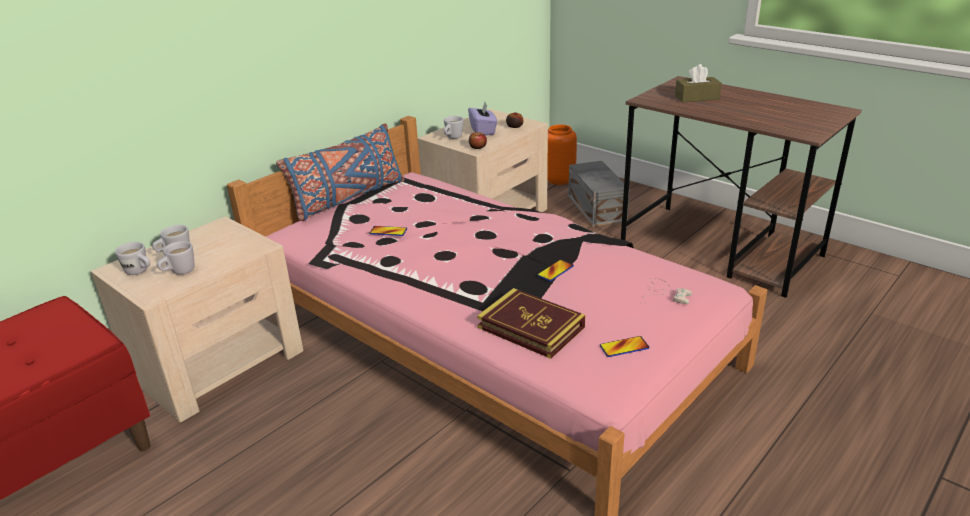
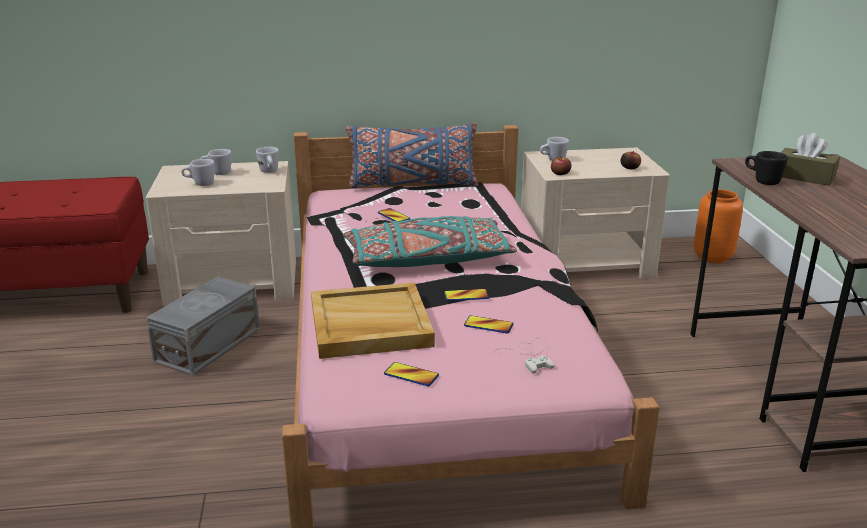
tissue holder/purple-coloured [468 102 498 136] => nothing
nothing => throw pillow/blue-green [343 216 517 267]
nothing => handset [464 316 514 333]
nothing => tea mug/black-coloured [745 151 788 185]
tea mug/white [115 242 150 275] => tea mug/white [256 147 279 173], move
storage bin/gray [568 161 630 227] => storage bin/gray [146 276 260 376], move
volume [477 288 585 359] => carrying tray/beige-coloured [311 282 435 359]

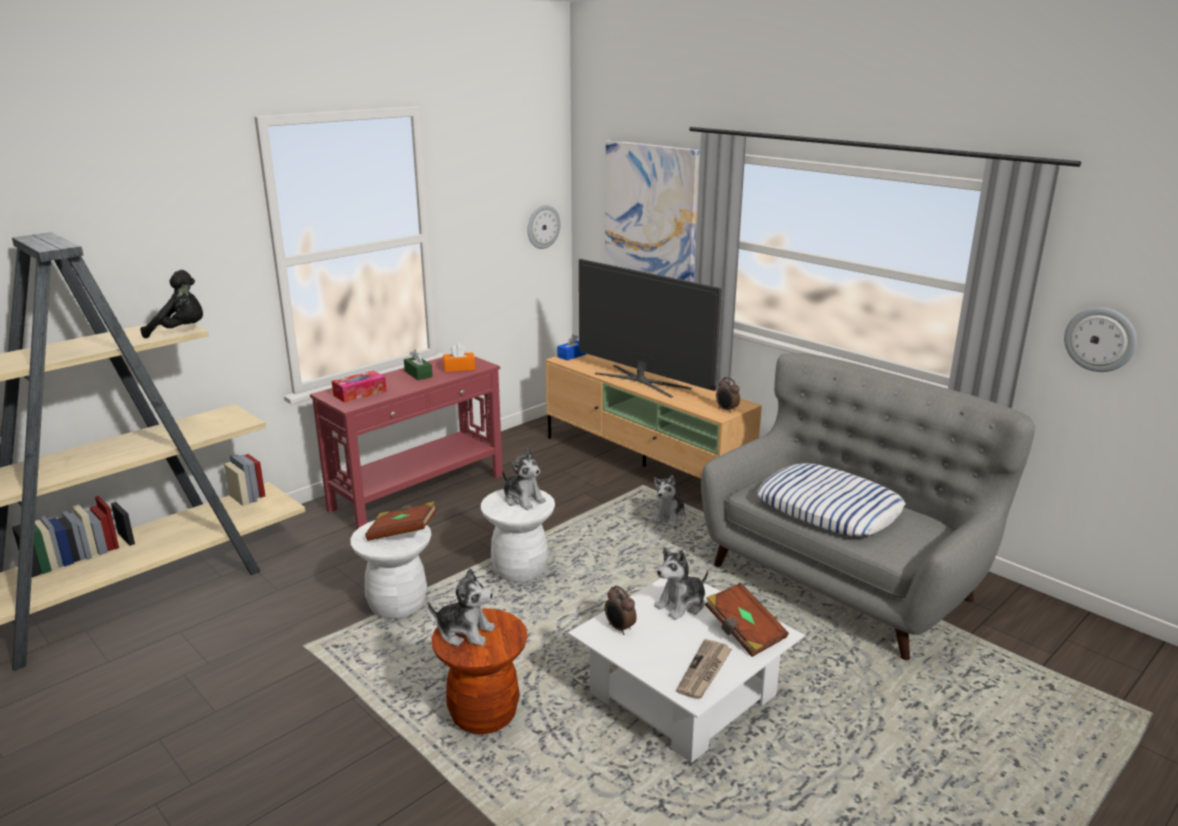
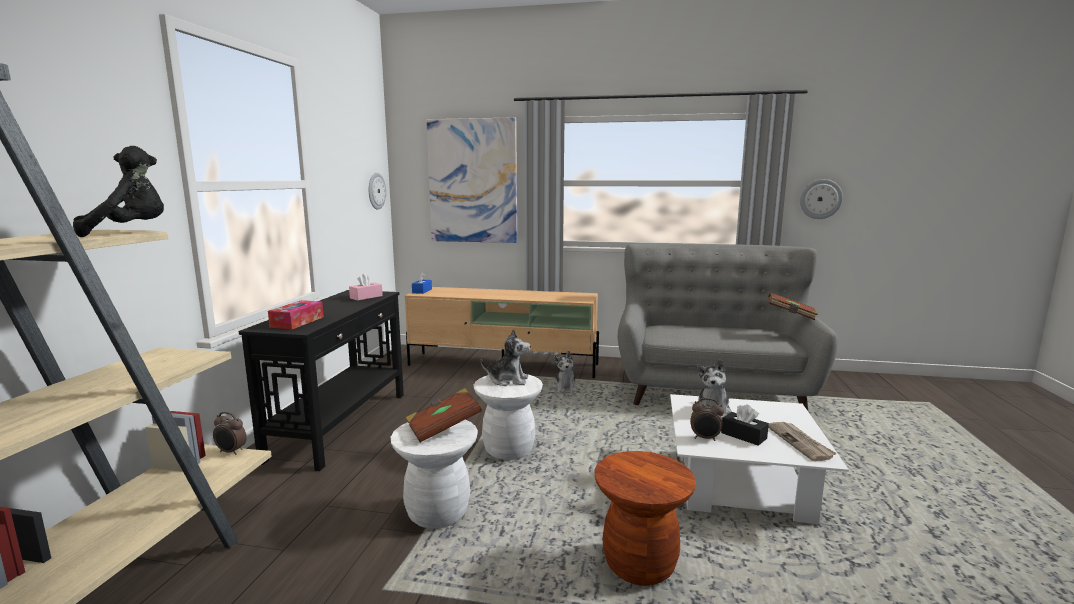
tissue holder/greenish [404 350 433 380] => nothing
soft toy [428 568 495 646] => nothing
TV set [579 259 722 398] => nothing
throw pillow [757 463 905 536] => nothing
nothing => tissue holder/black-coloured [721 404 769 446]
volume/brownish [705 583 789 657] => volume/brownish [768 292 818 320], move
bedside clock [716 377 740 413] => bedside clock [213 412 247 455], move
console table/red-coloured [310 356 503 530] => console table/black-coloured [239 290 404 471]
tissue holder/orangey [443 343 475 372] => tissue holder/pinkish [349 273 383 301]

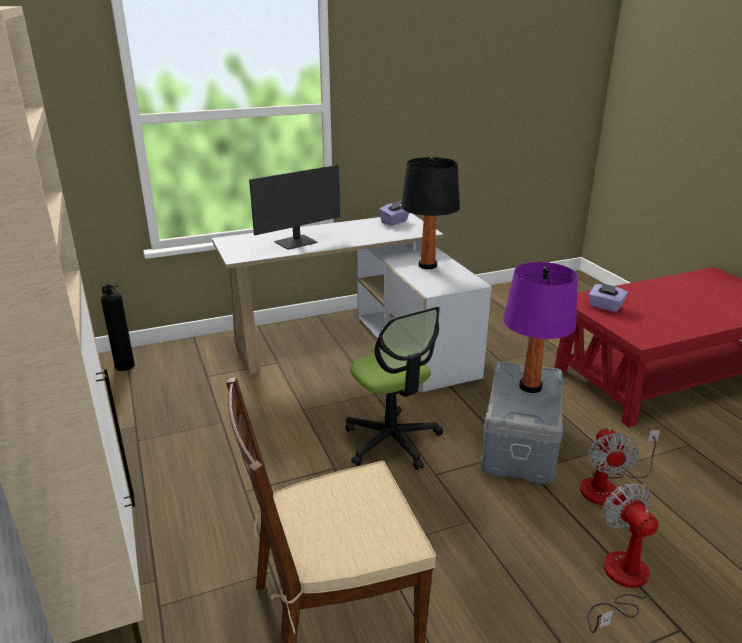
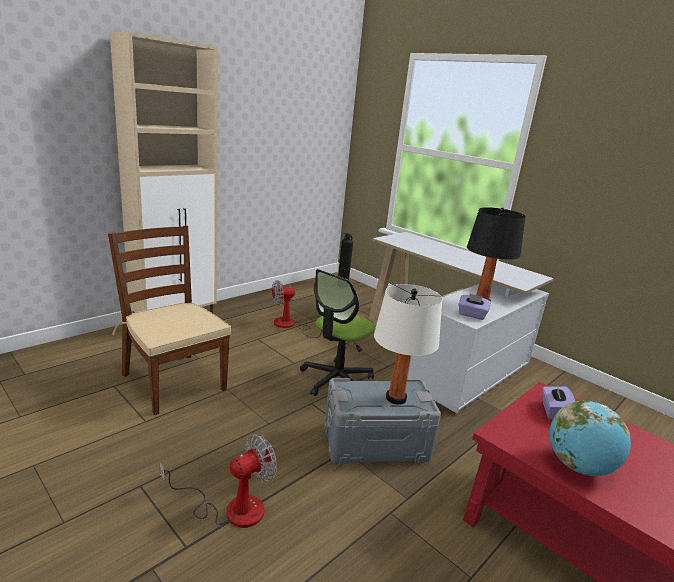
monitor [249 165 340 250] => nothing
nothing => desk globe [550 401 631 476]
tissue holder/purple-coloured [379 200 409 226] => tissue holder/purple-coloured [458 294 491 320], move
cooling fan [580 428 660 505] => cooling fan [272 280 322 338], move
lamp for a table/purple-coloured [503 262 578 393] => lamp for a table/white [374 284 442 405]

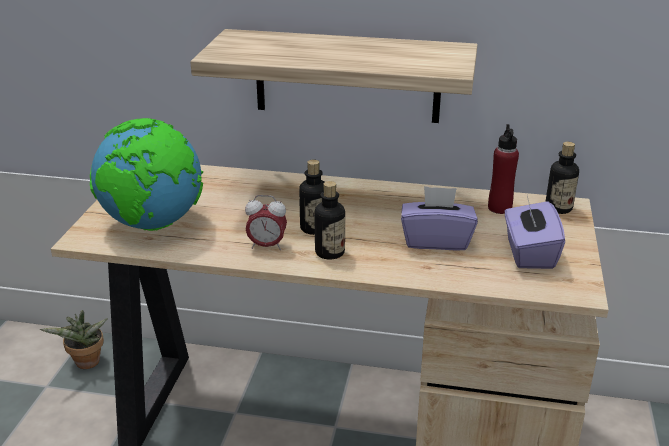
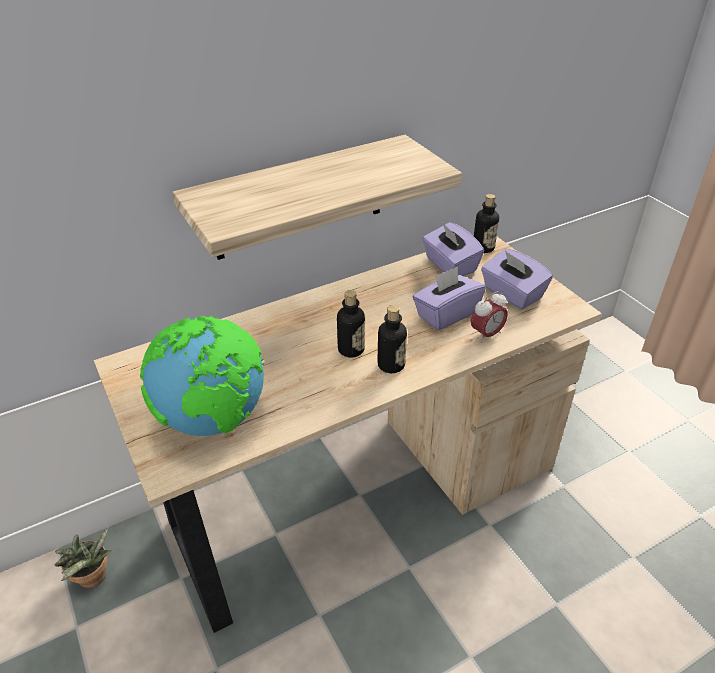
bedside clock [245 195 287 250] => bedside clock [471 291 508 343], move
beverage bottle/red-coloured [488 124 519 214] => tissue holder/purple-coloured [422 222 484 276]

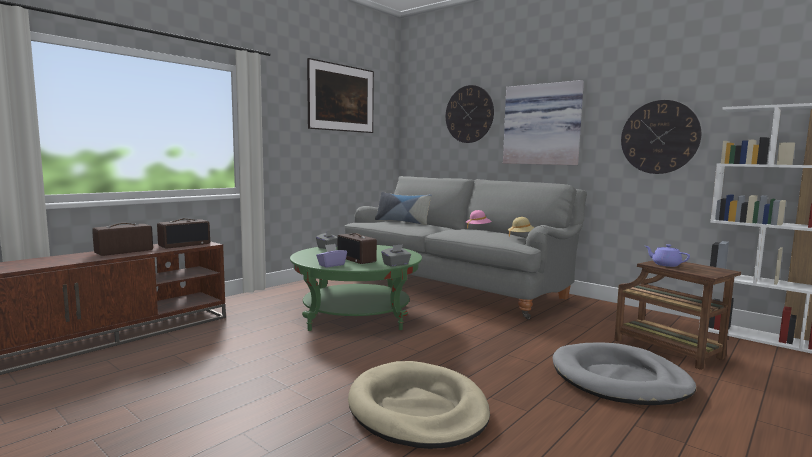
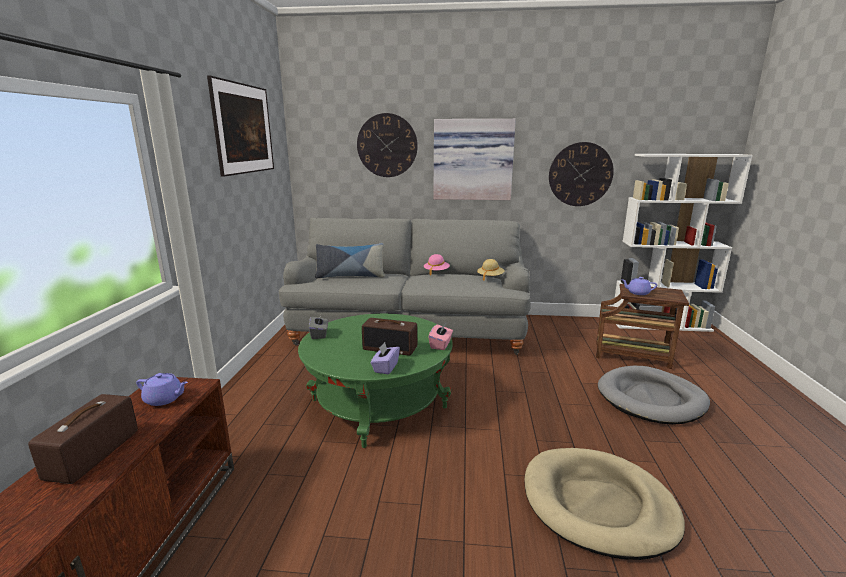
radio set [157 218 210 248] => tea pot/purple-coloured [136 373 188 406]
tissue holder/gray [381 244 411 267] => tissue holder/pinkish [429 323 453 350]

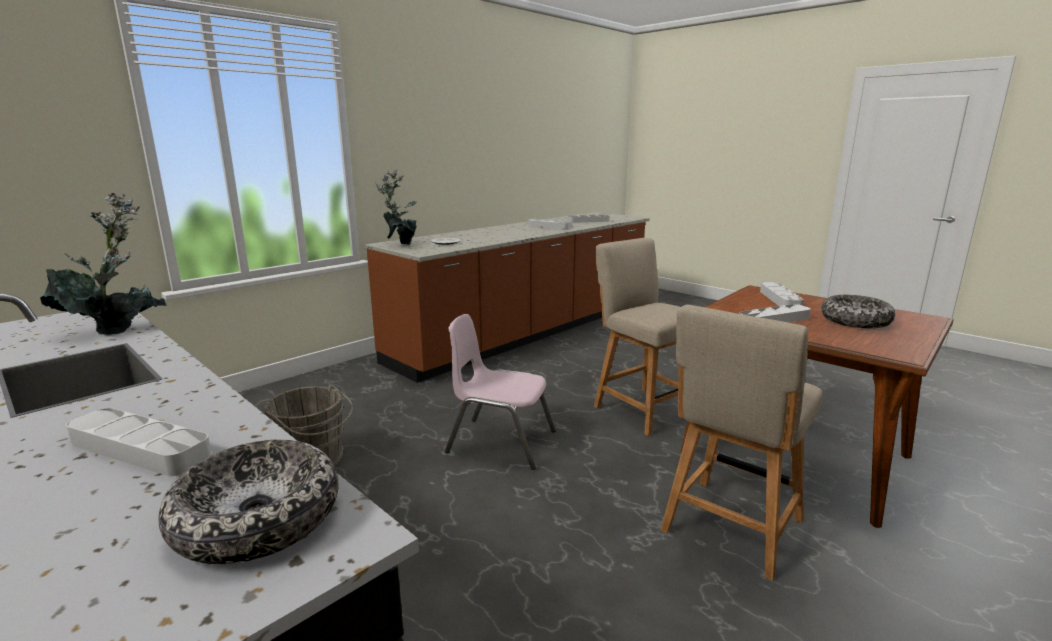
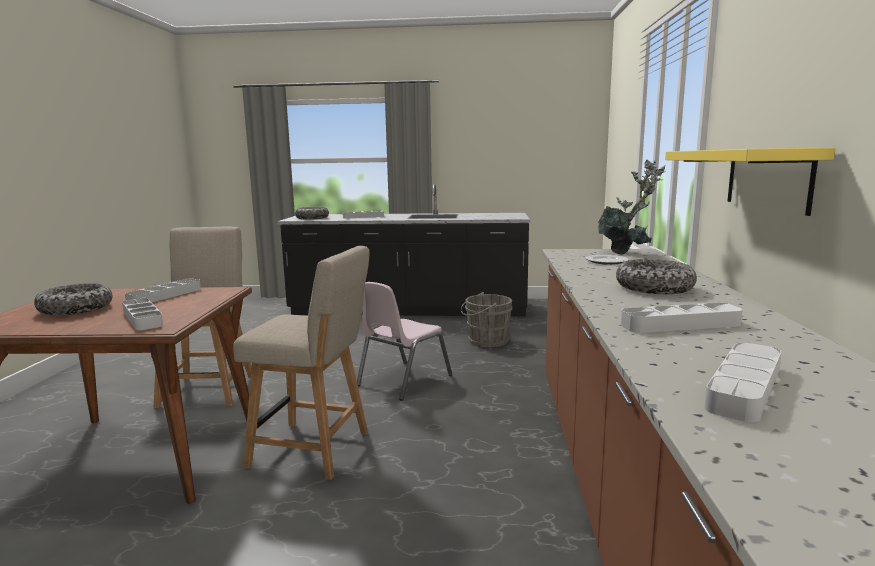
plant in a pot [40 193 167 335] => nothing
nothing => serving bowl [616 259 697 294]
nothing => bracket shelf/yellow-coloured [665 147 835 216]
upright chair/pinkish [445 314 556 470] => upright chair/pinkish [357 282 452 401], 150 degrees clockwise

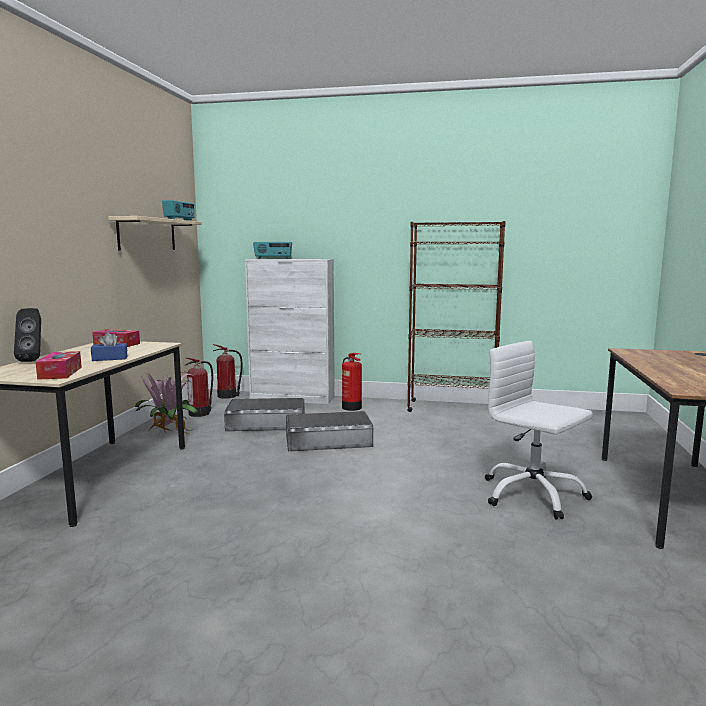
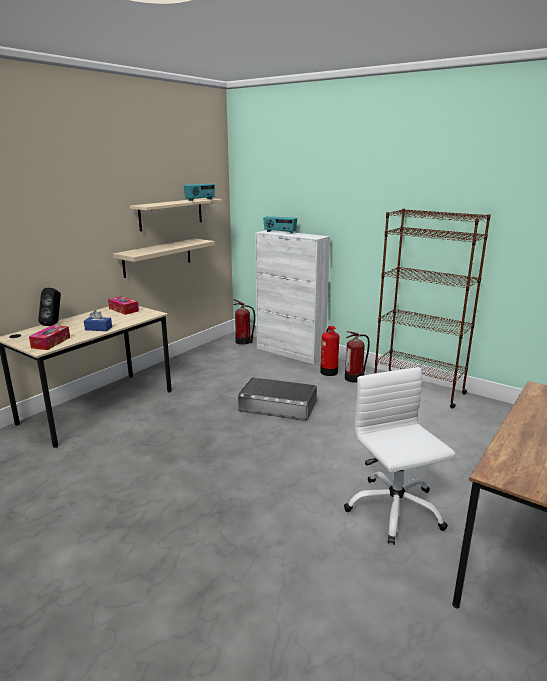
plant in a pot [135 372 198 435] => nothing
storage bin/gray [224 398 304 431] => nothing
nothing => bracket shelf/beige-coloured [113 238 215 278]
extinguisher [185 358 213 417] => extinguisher [345 331 370 383], move

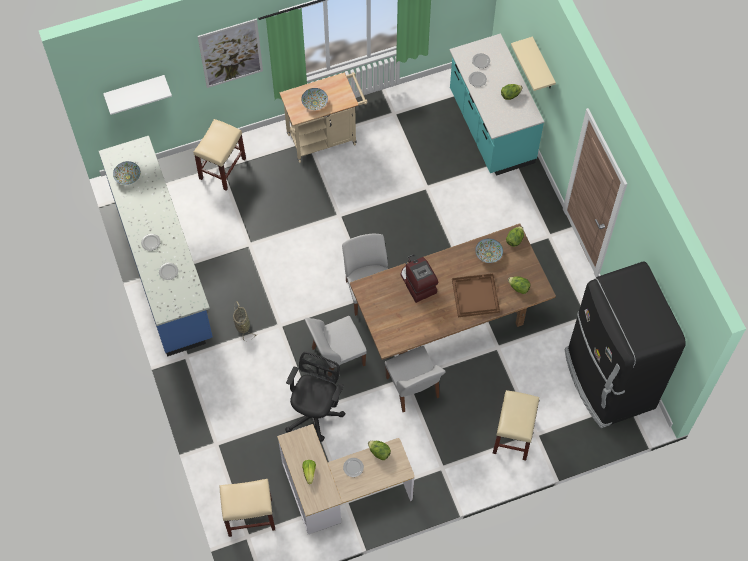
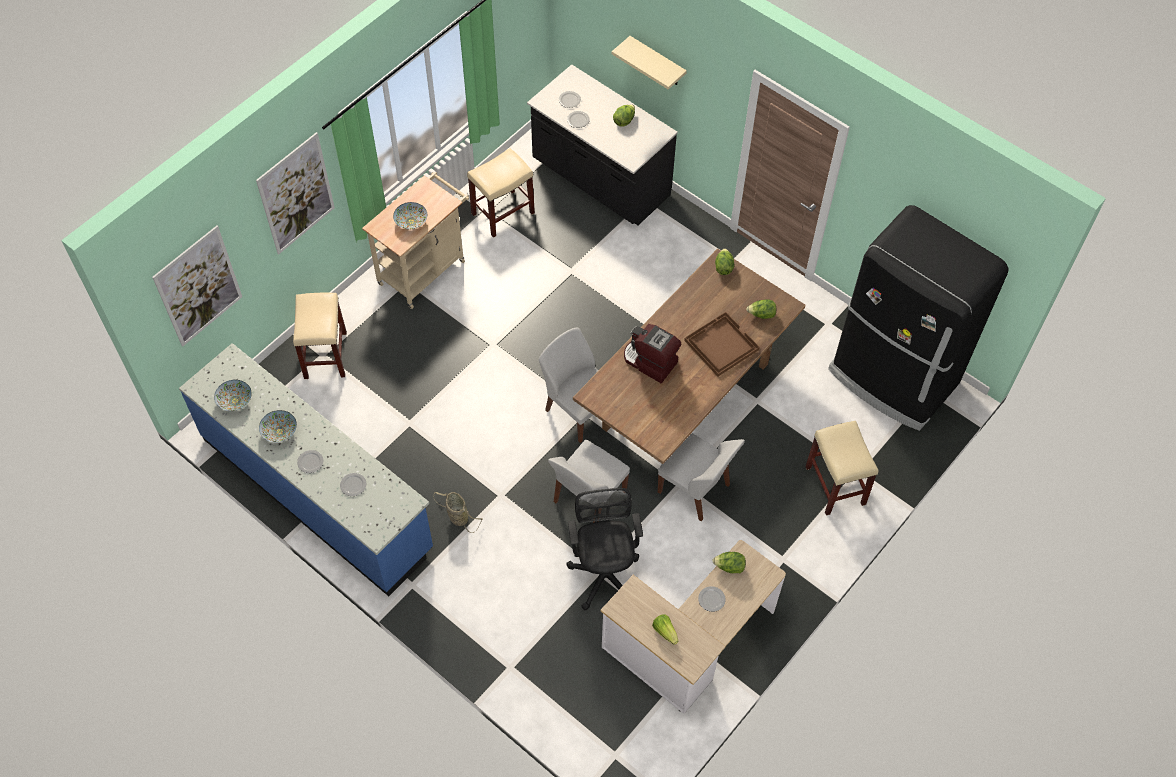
stool seat/beige-coloured [220 479 275 537] => stool seat/beige-coloured [467 148 535 238], move
serving bowl [475 238 503 263] => serving bowl [259 410 297 443], move
bracket shelf/white [103 75 172 115] => wall art [152 226 242 346]
kitchen base unit/blue-green [450 33 544 176] => kitchen base unit/black-coloured [527 64 678 225]

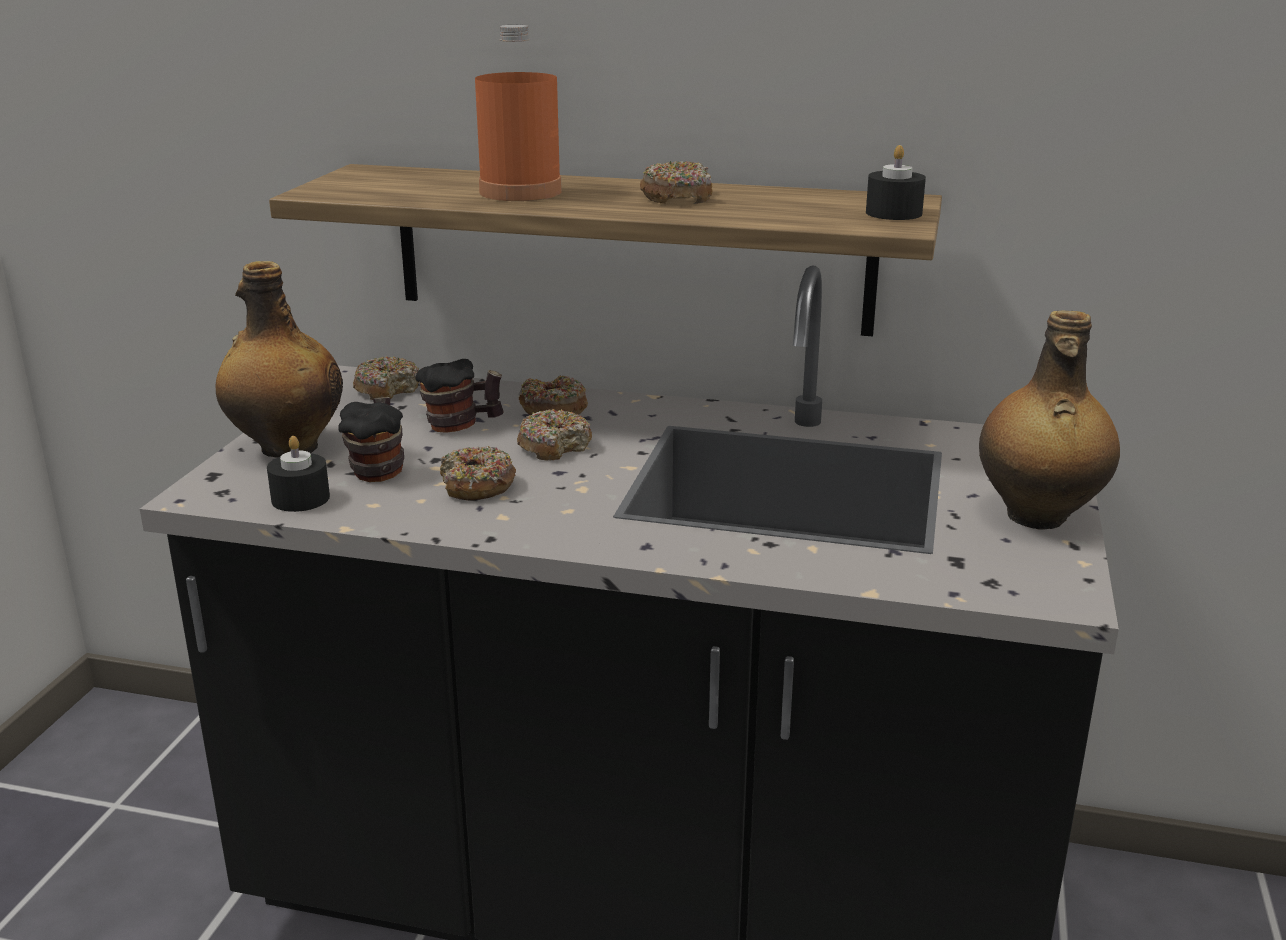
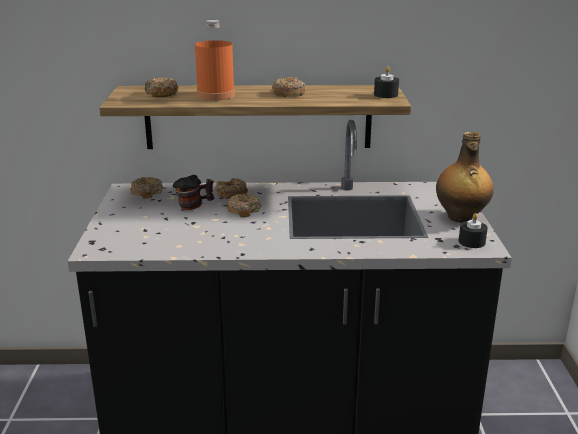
beverage bottle [216 261 343 458] => nothing
tea mug [338 397 404 482] => nothing
wax candle/black-coloured [267 436 330 512] => wax candle/black-coloured [459 213 488 248], move
doughnut [440 446 516 500] => doughnut [145 77 179 97], move

